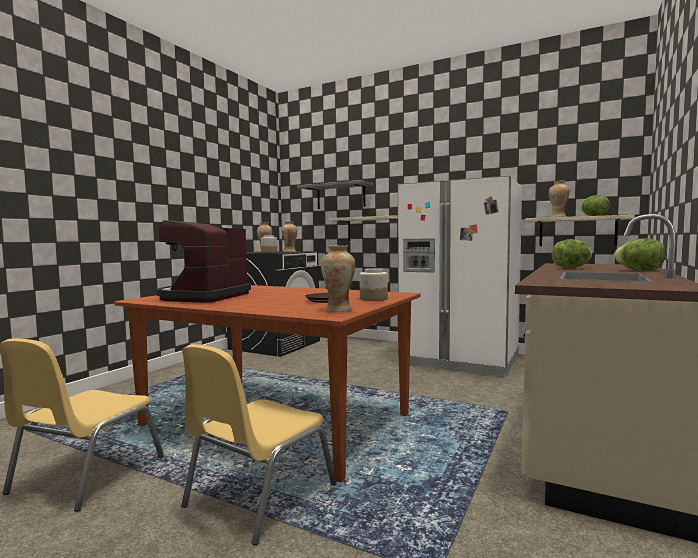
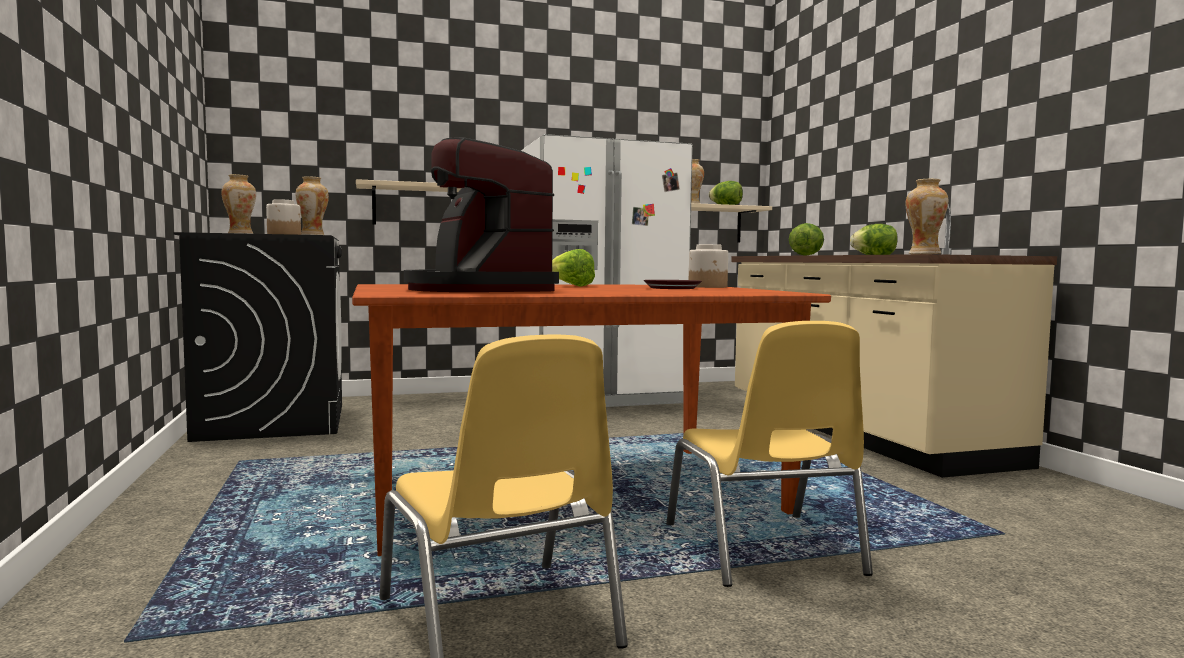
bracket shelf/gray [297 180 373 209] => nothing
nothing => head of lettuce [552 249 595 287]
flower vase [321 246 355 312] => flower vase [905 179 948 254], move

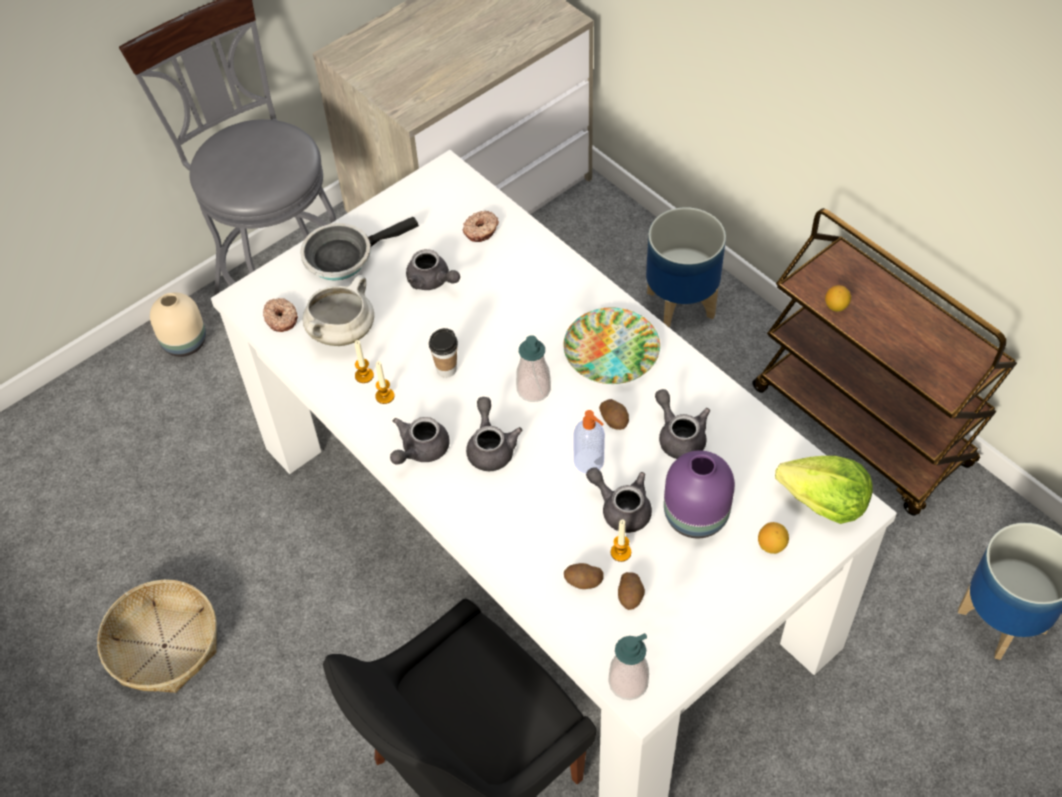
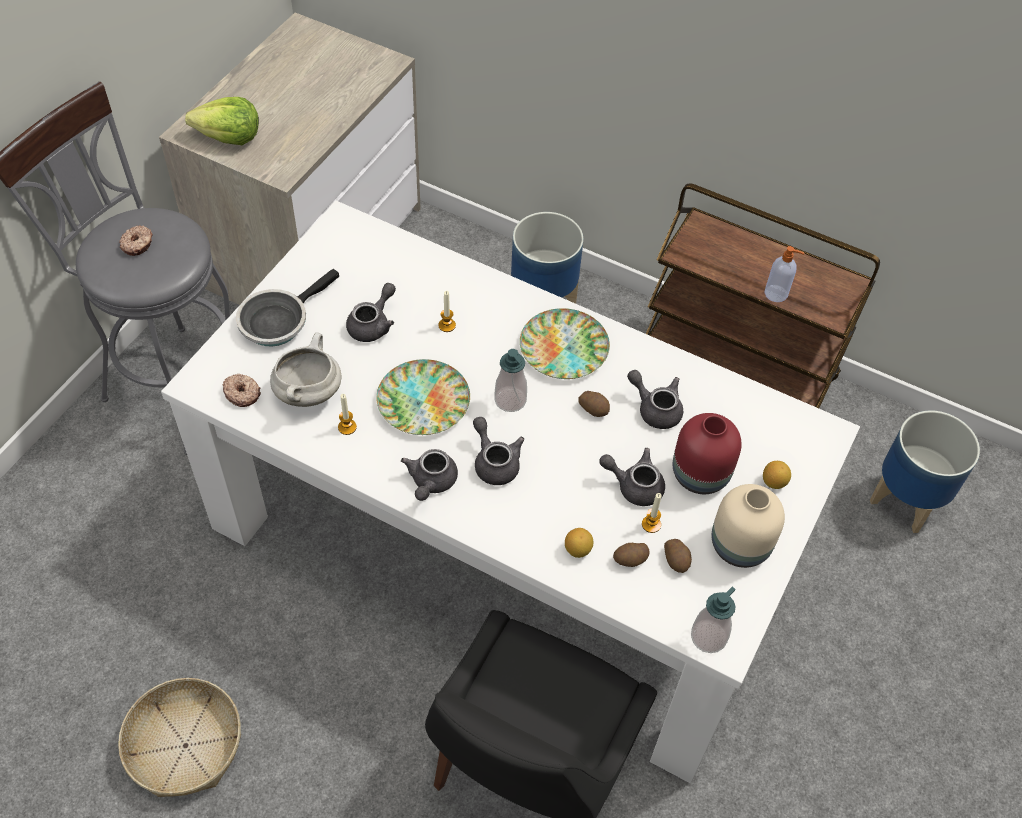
flower vase/beige-coloured [150 293 206 357] => flower vase/beige-coloured [711 484 785 568], move
wax candle [375 361 395 404] => wax candle [438 291 456 332], move
doughnut [463 211 499 242] => doughnut [119 225 153 256], move
liquid soap bottle [573 410 605 473] => liquid soap bottle [764 246 805 302], move
head of lettuce [775 456 873 524] => head of lettuce [185 97 259 145], move
lemon [825 285 851 312] => lemon [565 528 593 558], move
small cup [429 328 458 378] => flat dish [376 359 470 435]
flower vase/purple-coloured [664 450 735 538] => flower vase/red-coloured [673 413 741 494]
tea pot/gray [406 249 460 290] => tea pot/gray [346 283 396 342], 75 degrees counterclockwise

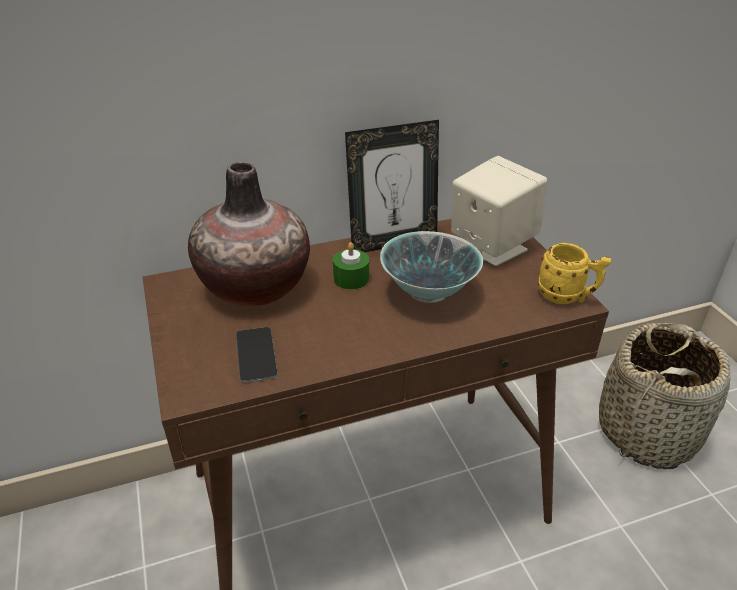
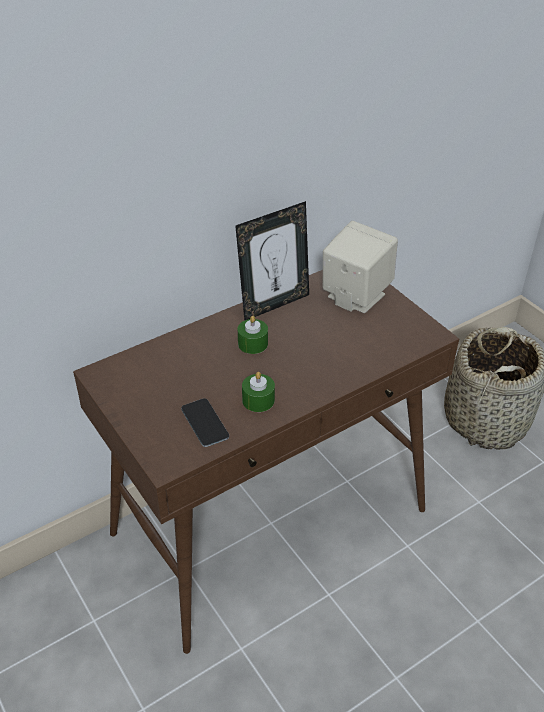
flower vase [188 162 310 306] => nothing
serving bowl [380 231 483 303] => nothing
tea mug/yellow-coloured [538 243 611 304] => nothing
nothing => wax candle/greenish [242 372 275 412]

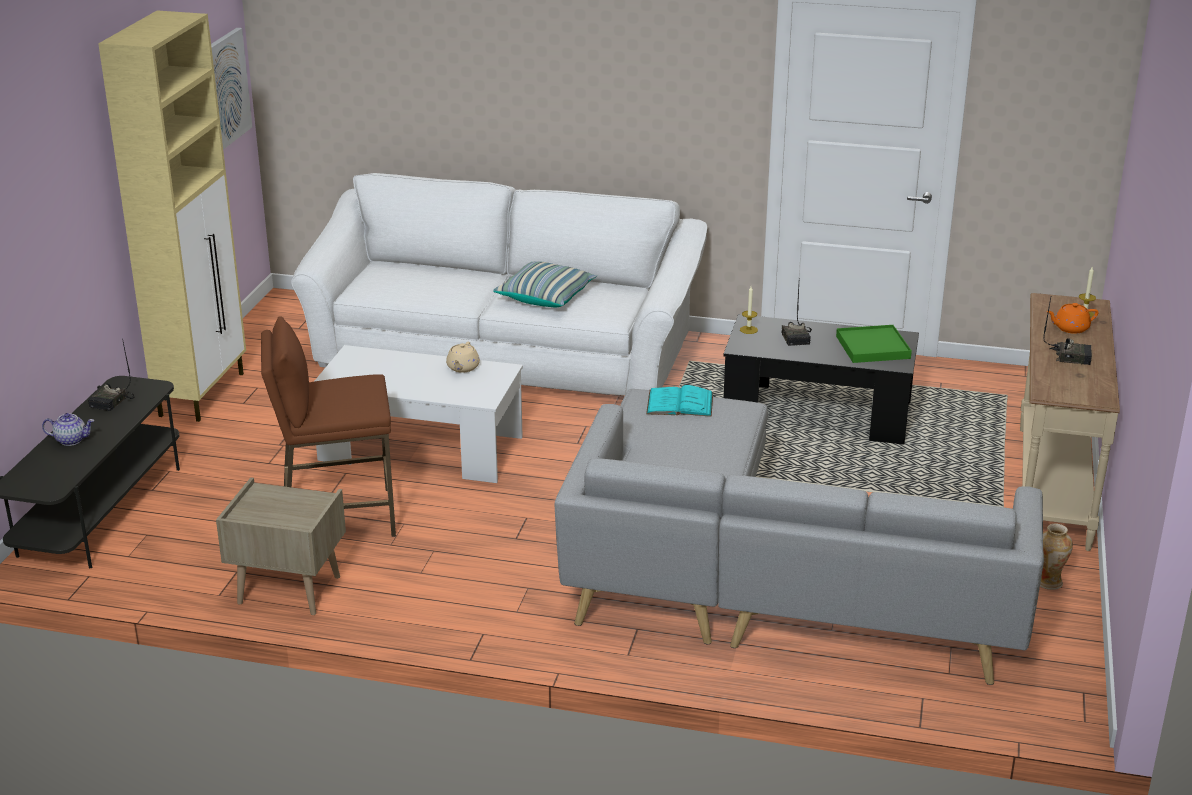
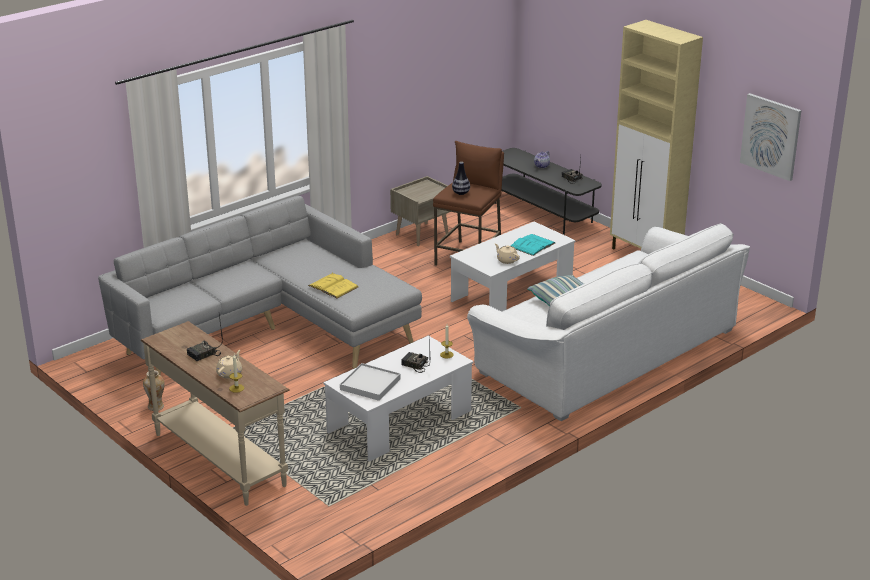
nothing => volume/yellow-coloured [308 273 358 298]
nothing => flower vase [452 162 470 195]
volume/blue-green [646 385 713 417] => volume/blue-green [511 234 555 256], move
coffee table/black-coloured [723 314 919 445] => coffee table/white [324 336 473 462]
carrying tray/greenish [836 325 912 363] => carrying tray/white [340 363 400 401]
tea pot/orangey [1047 303 1098 334] => tea pot/beige-coloured [216 350 242 379]

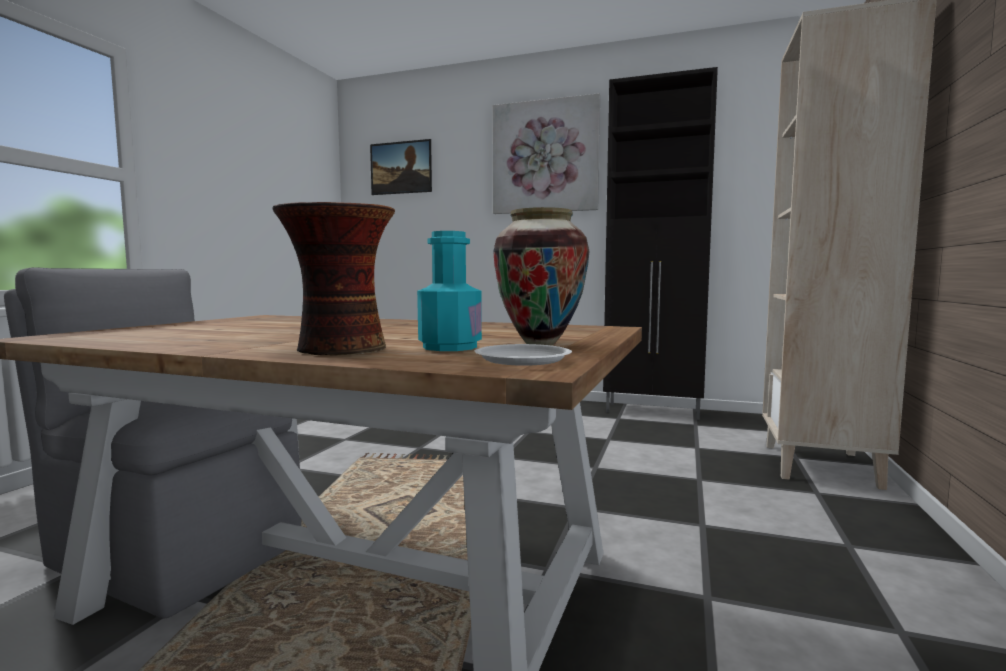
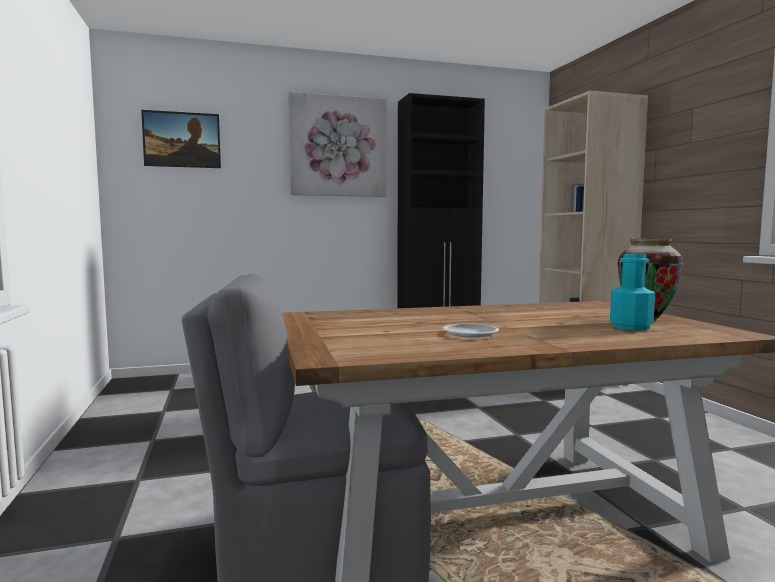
flower vase [273 202 395 356] => nothing
flat dish/white [474 344 572 366] => flat dish/white [442 323 499 338], move

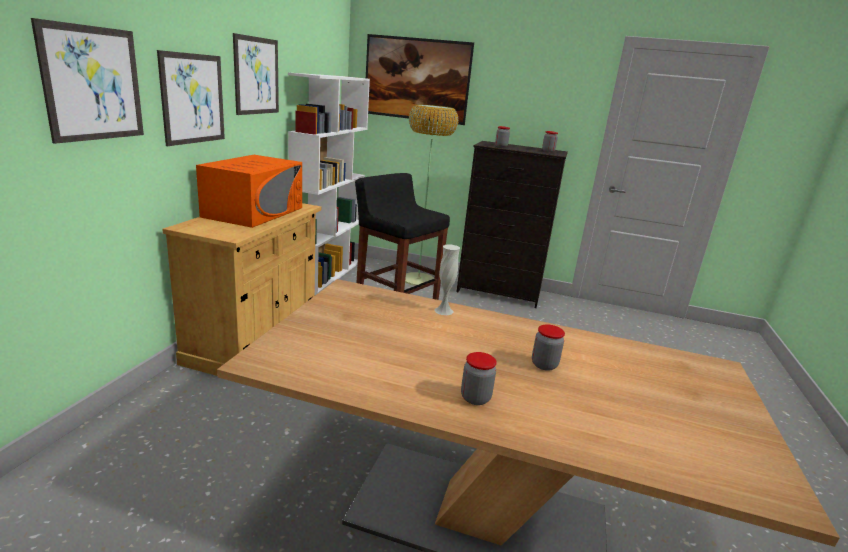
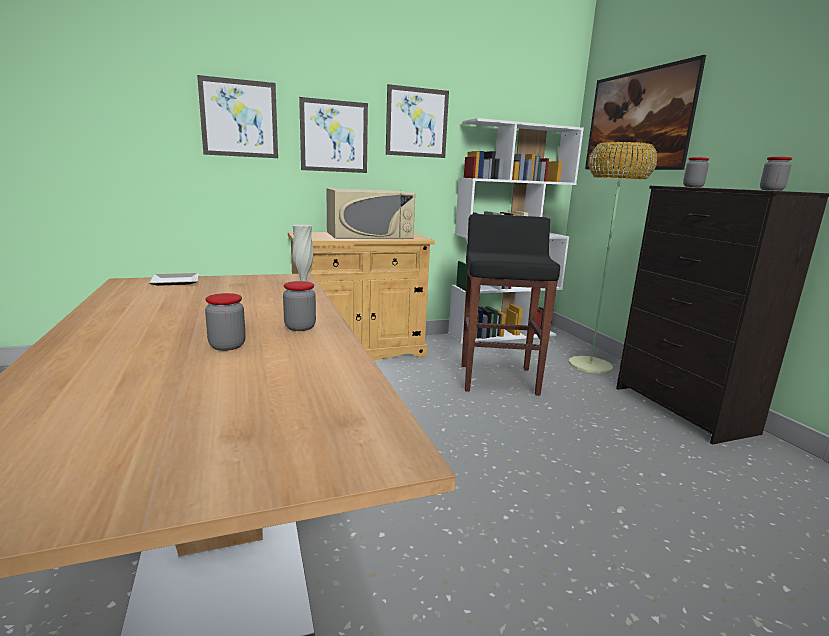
nothing => flat dish [149 273 199 286]
preserve jar [461 352 497 405] => preserve jar [283 281 316 331], move
microwave/orangey [196 155 302 228] => microwave/beige-coloured [326 188 415 239]

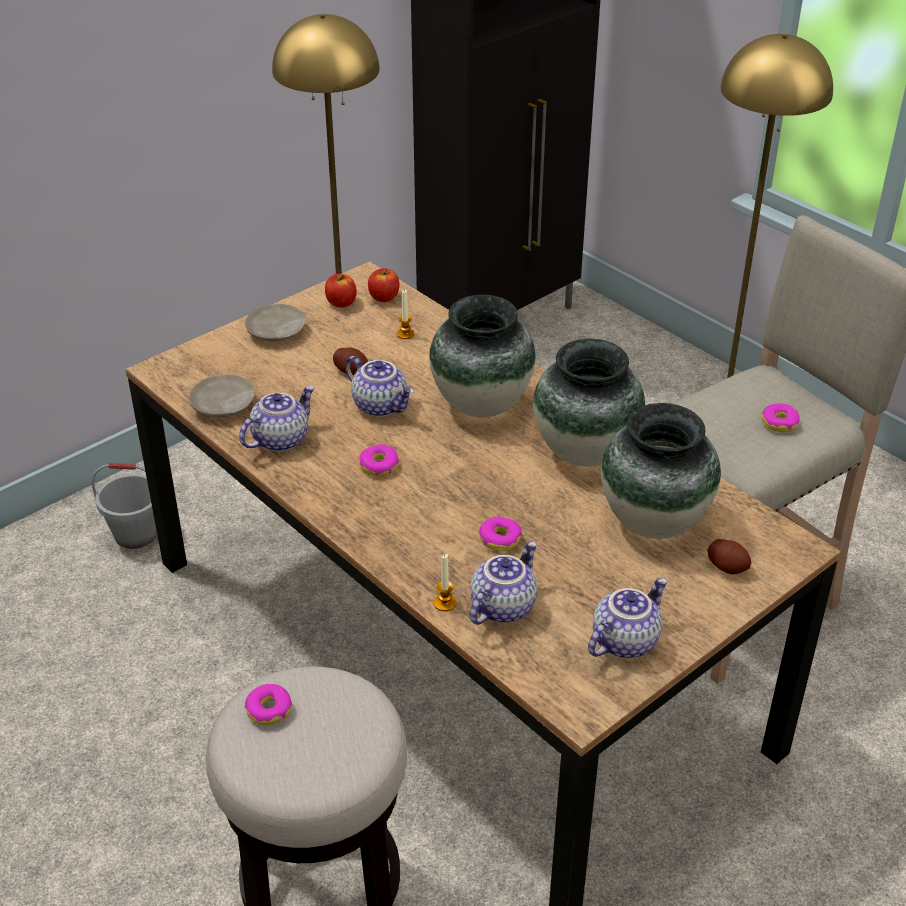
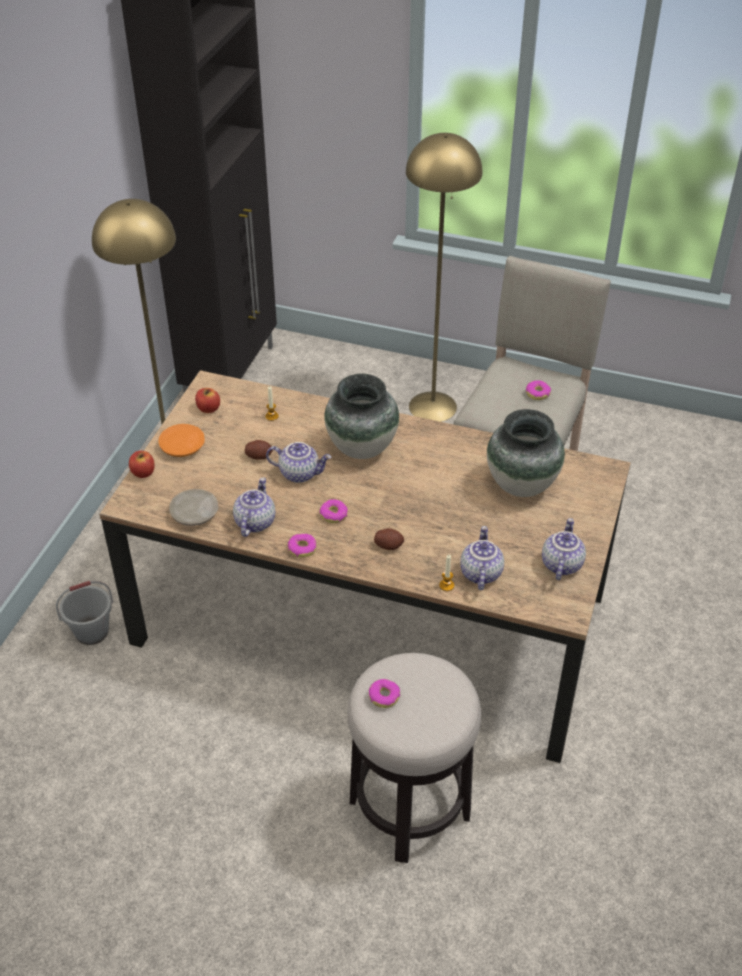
flower vase [533 339 645 467] => nothing
apple fruit [368 268 399 302] => apple fruit [129 451 155 478], move
doughnut [478 516 522 551] => doughnut [288 534 317 558], move
whole potato [707 539 751 575] => whole potato [374 528 404 550], move
flat dish/beige-coloured [245 304 306 342] => flat dish/orangey [158 424 205 457]

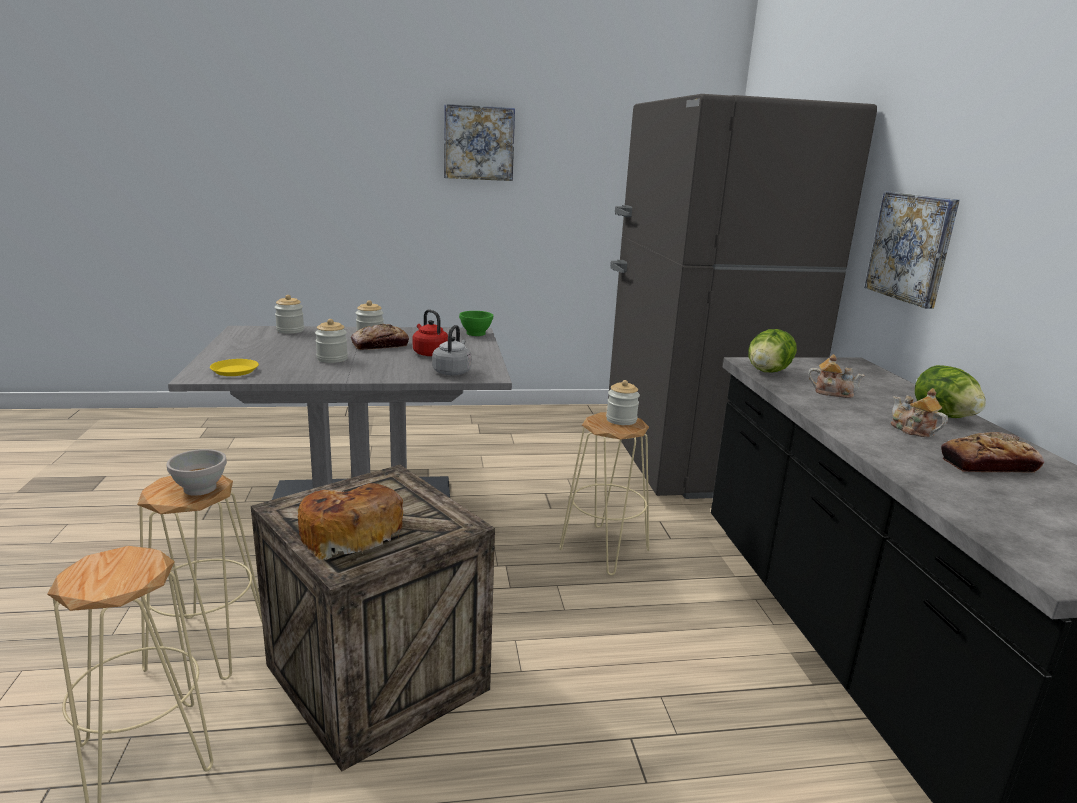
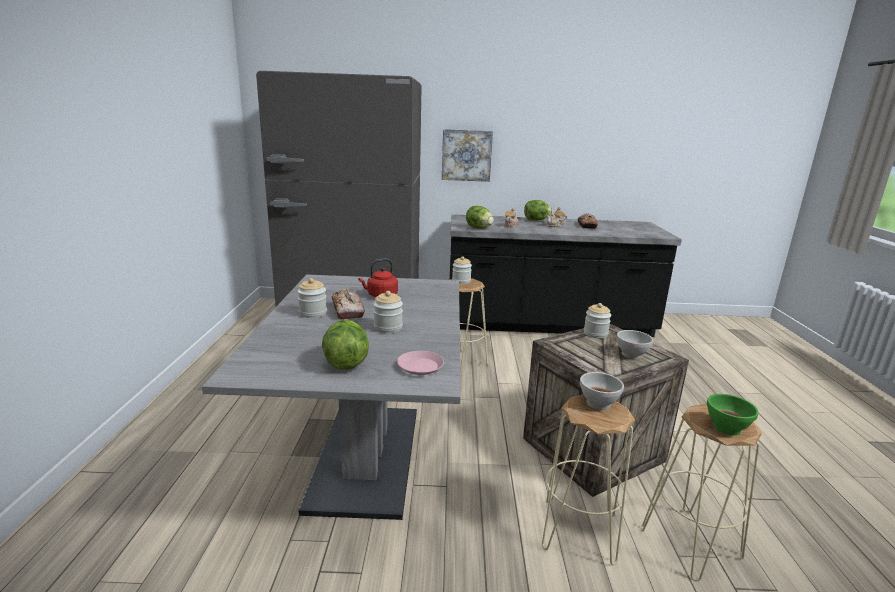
kettle/gray [432 325 472 375] => nothing
wall art [444 104 515 181] => nothing
nothing => head of lettuce [322 320 369 370]
preserve jar [274 295 304 334] => preserve jar [584 303 611 338], move
serving bowl/greenish [459 311 493 336] => serving bowl/greenish [707 394 758 435], move
baked bread [297 483 403 560] => serving bowl/white [616 330 653 359]
flat dish/yellow-coloured [210 359 259 376] => flat dish/pinkish [397 351 444 375]

